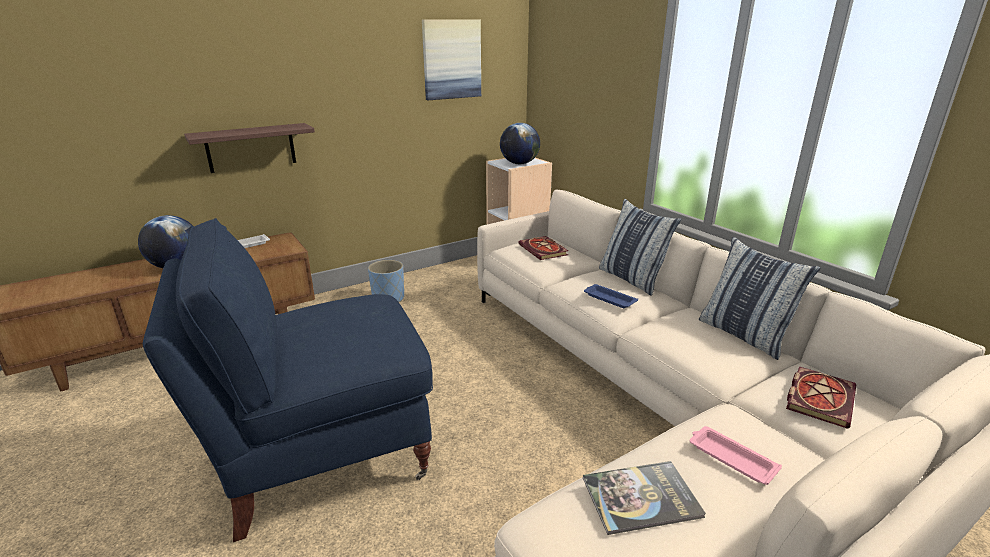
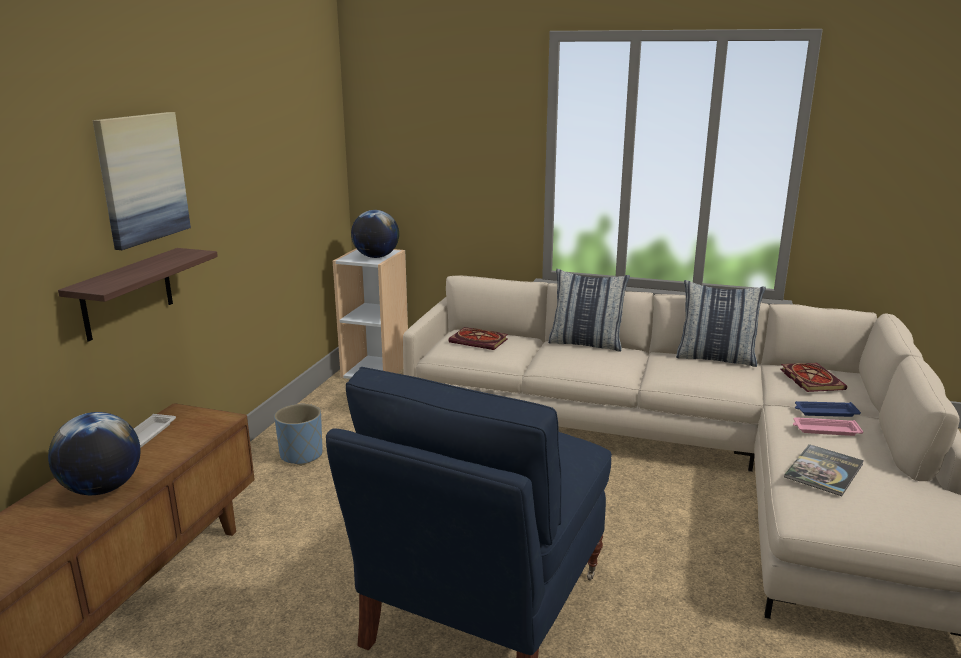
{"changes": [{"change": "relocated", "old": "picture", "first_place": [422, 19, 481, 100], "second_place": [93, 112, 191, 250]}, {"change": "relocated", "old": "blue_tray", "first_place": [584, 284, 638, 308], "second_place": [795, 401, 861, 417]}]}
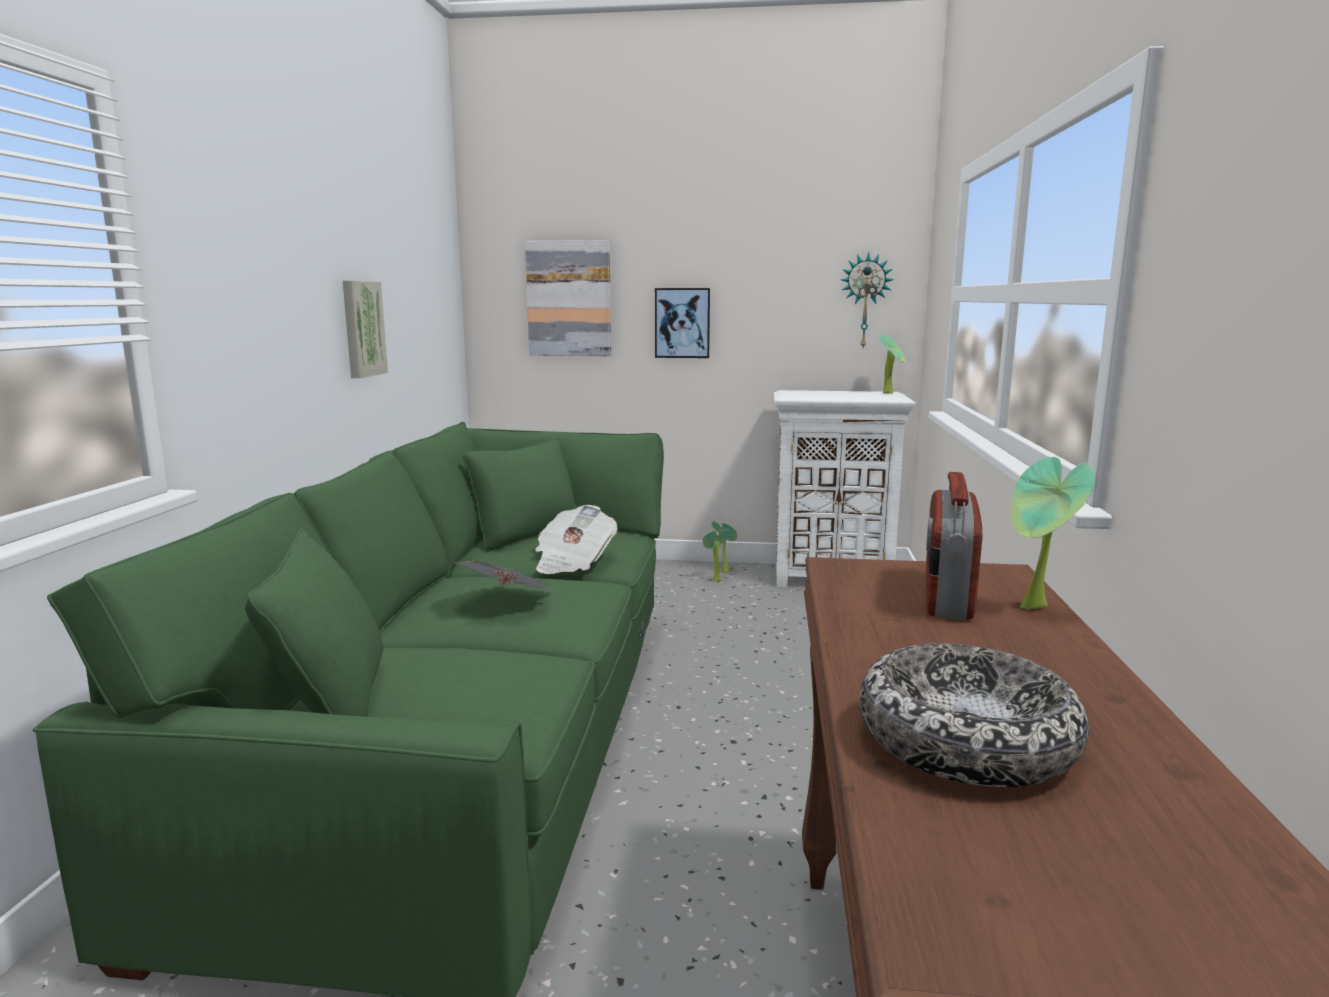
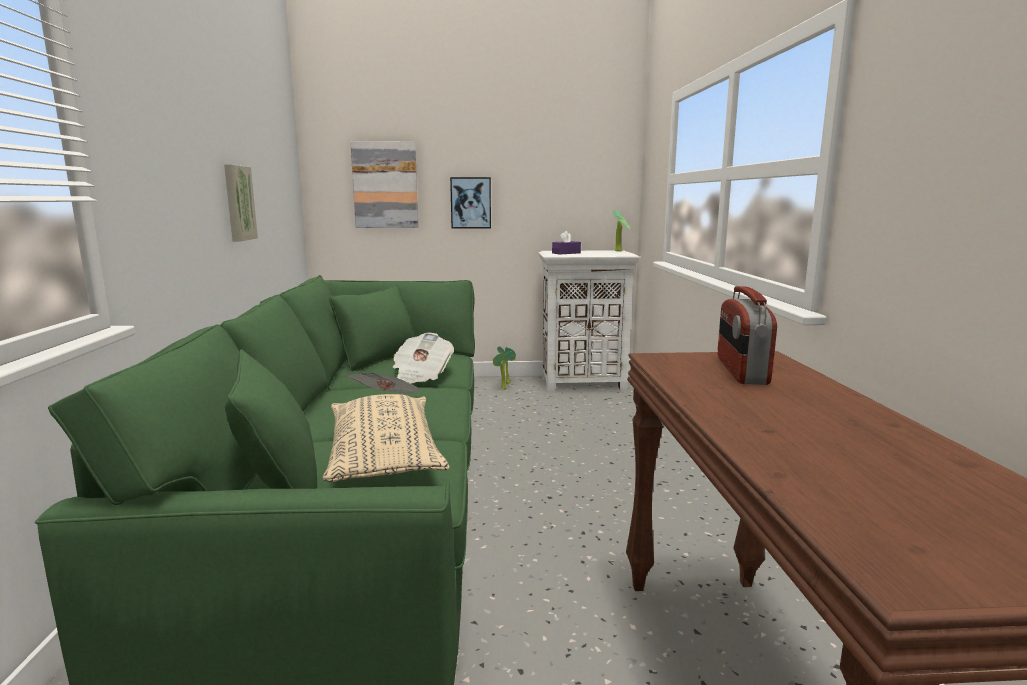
{"changes": [{"change": "missing", "old": "wall_clock", "first_place": [841, 252, 894, 348]}, {"change": "missing", "old": "bowl", "first_place": [859, 643, 1089, 787]}, {"change": "missing", "old": "potted_plant", "first_place": [1011, 457, 1095, 610]}, {"change": "appeared", "new": "beige_pillow", "second_place": [322, 394, 449, 482]}, {"change": "appeared", "new": "purple_tissue_box", "second_place": [552, 231, 581, 254]}]}
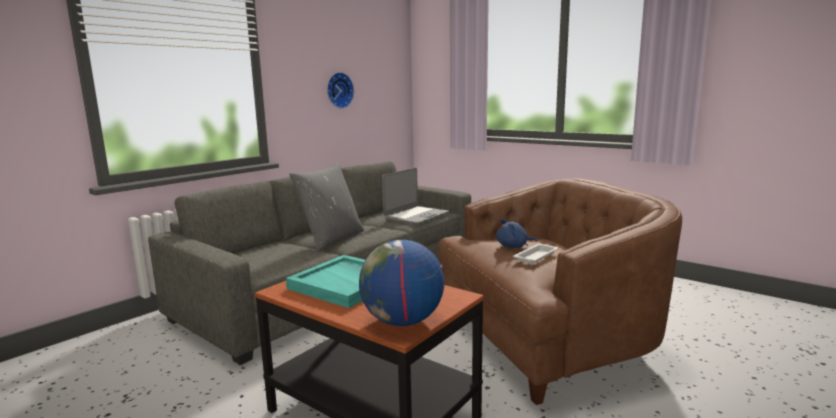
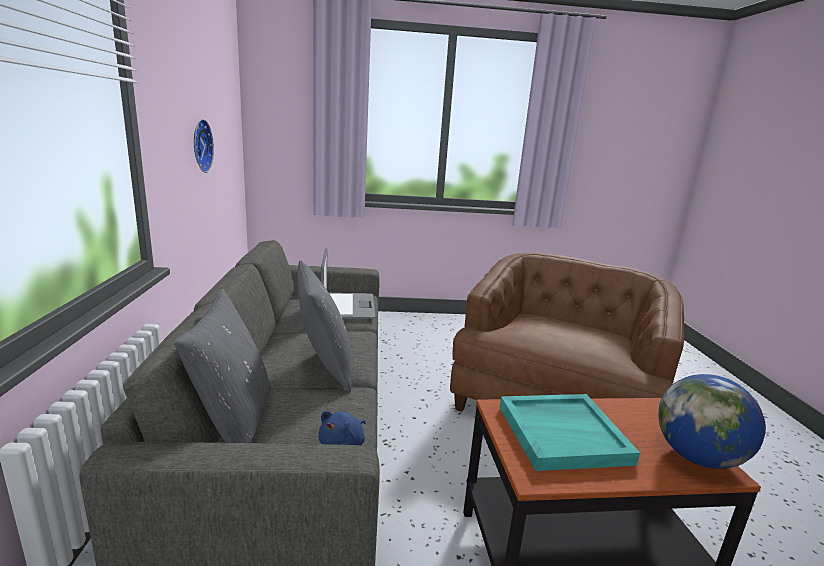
{"changes": [{"change": "relocated", "old": "blue_plush_toy", "first_place": [496, 218, 537, 248], "second_place": [318, 411, 365, 445]}, {"change": "missing", "old": "white_tray", "first_place": [513, 244, 558, 264]}, {"change": "appeared", "new": "grey_pillow", "second_place": [174, 289, 271, 443]}]}
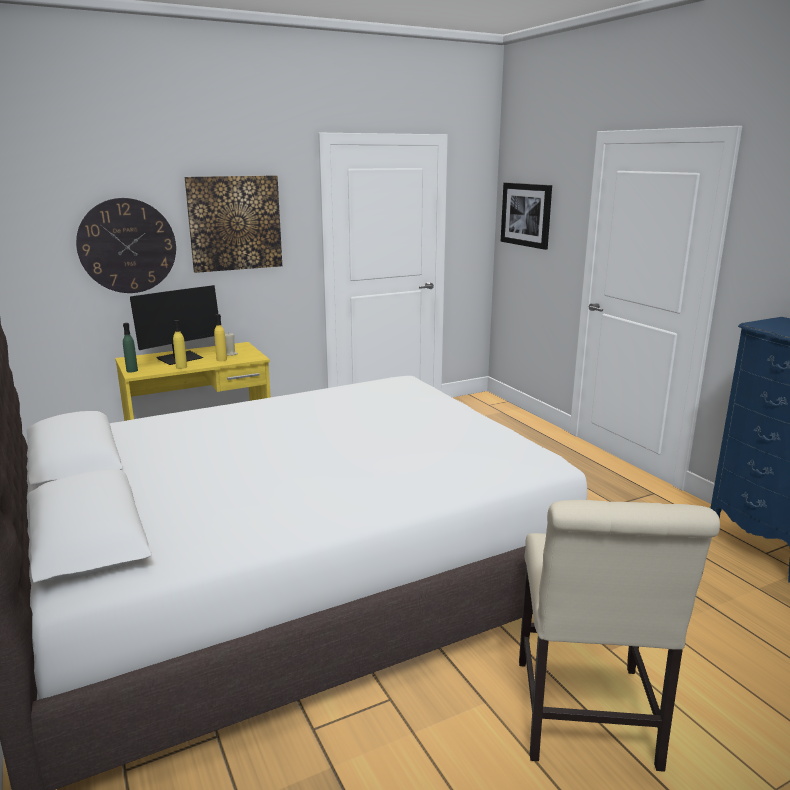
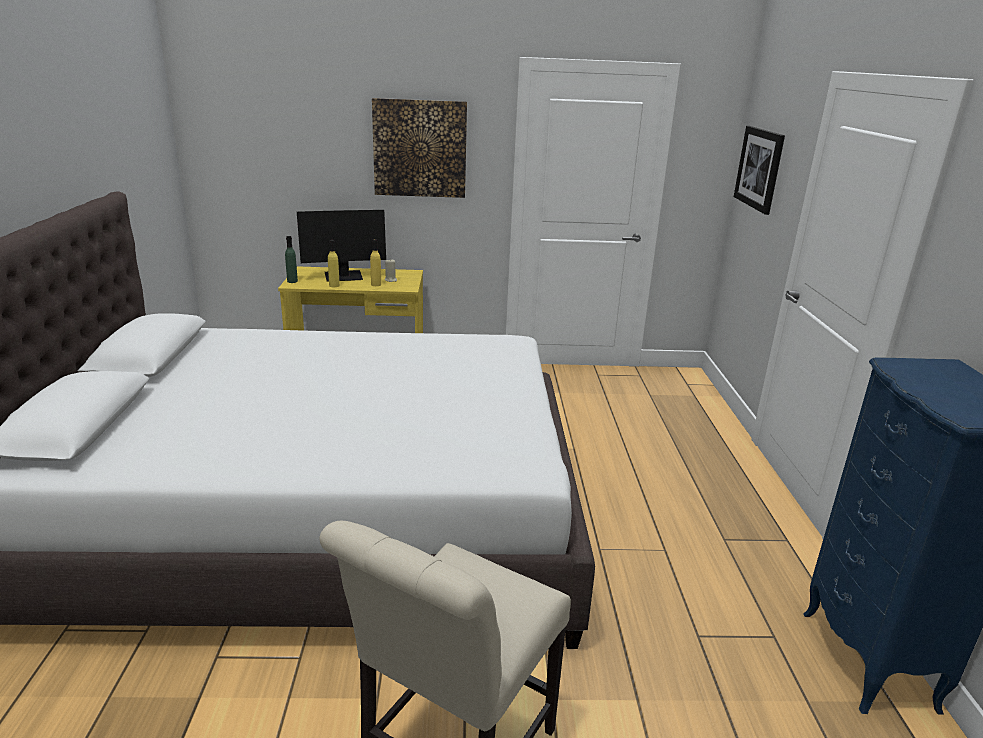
{"changes": [{"change": "missing", "old": "wall_clock", "first_place": [76, 198, 176, 293]}]}
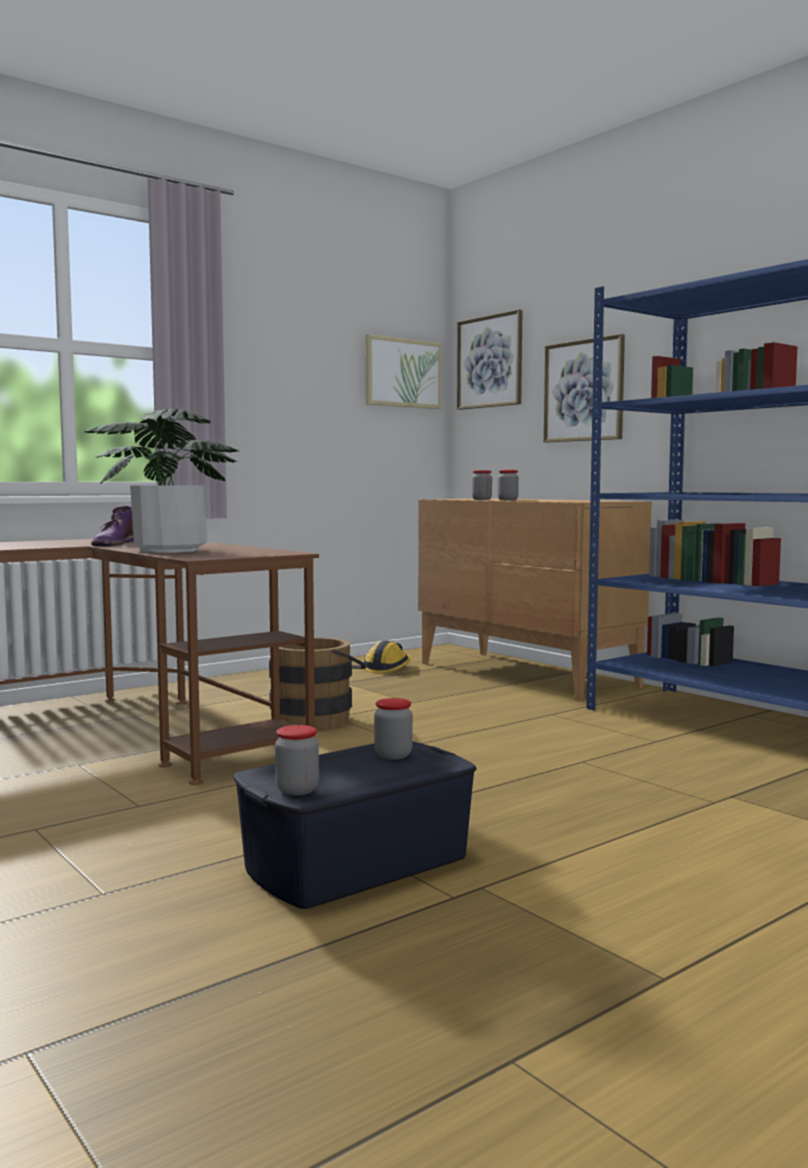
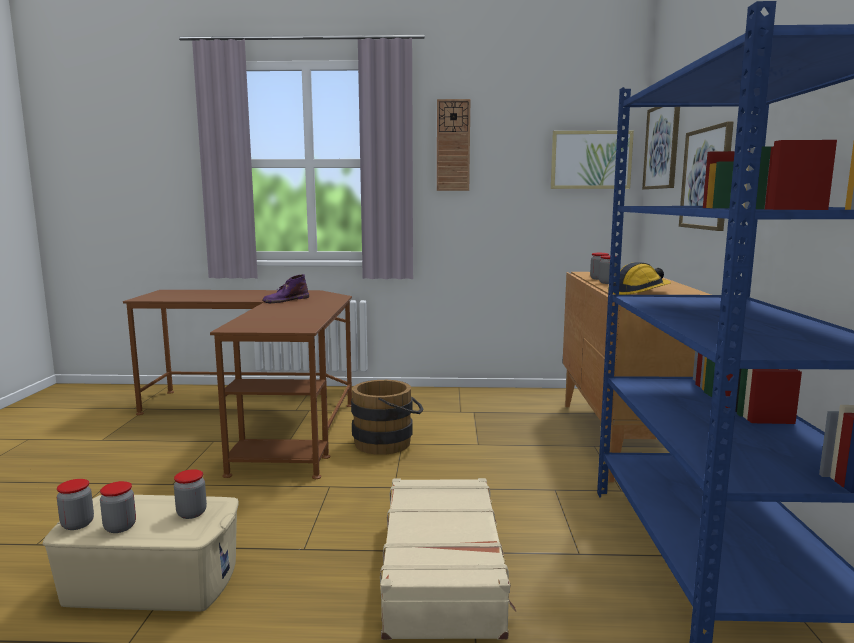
{"changes": [{"change": "missing", "old": "potted_plant", "first_place": [84, 409, 239, 553]}, {"change": "colour", "old": "blue_storage_box", "new": "beige_storage_box", "first_place": [234, 741, 476, 909], "second_place": [42, 495, 239, 611]}, {"change": "relocated", "old": "hard_hat", "first_place": [362, 640, 411, 673], "second_place": [608, 262, 671, 295]}, {"change": "appeared", "new": "jar", "second_place": [100, 481, 136, 533]}, {"change": "appeared", "new": "beige_suitcase", "second_place": [380, 478, 516, 640]}, {"change": "appeared", "new": "wall_clock", "second_place": [437, 99, 470, 191]}]}
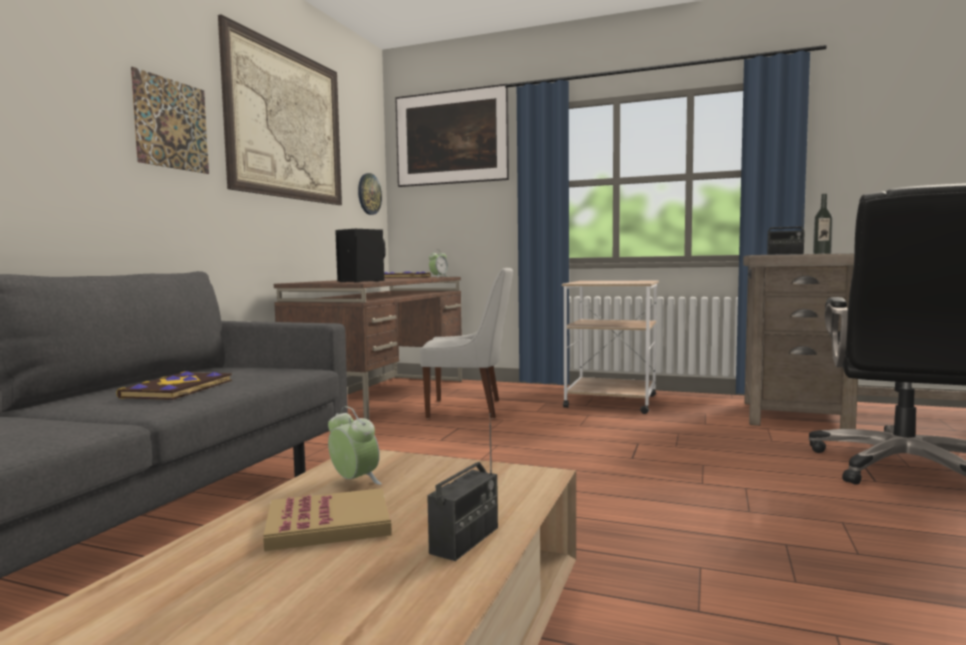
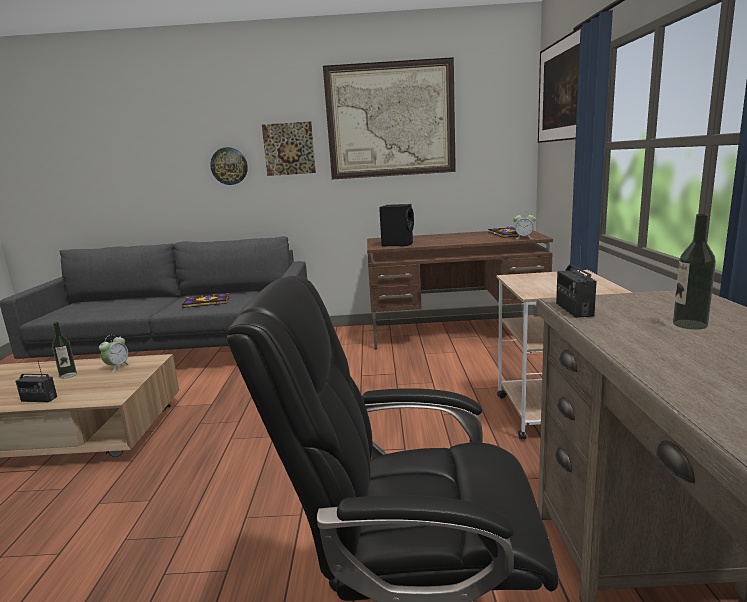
{"changes": [{"change": "exchanged", "old": "book", "new": "bottle", "first_place": [263, 488, 392, 551], "second_place": [52, 322, 77, 379]}, {"change": "relocated", "old": "wall_clock", "first_place": [358, 173, 382, 215], "second_place": [210, 147, 248, 185]}, {"change": "missing", "old": "white_chair", "first_place": [420, 268, 513, 418]}]}
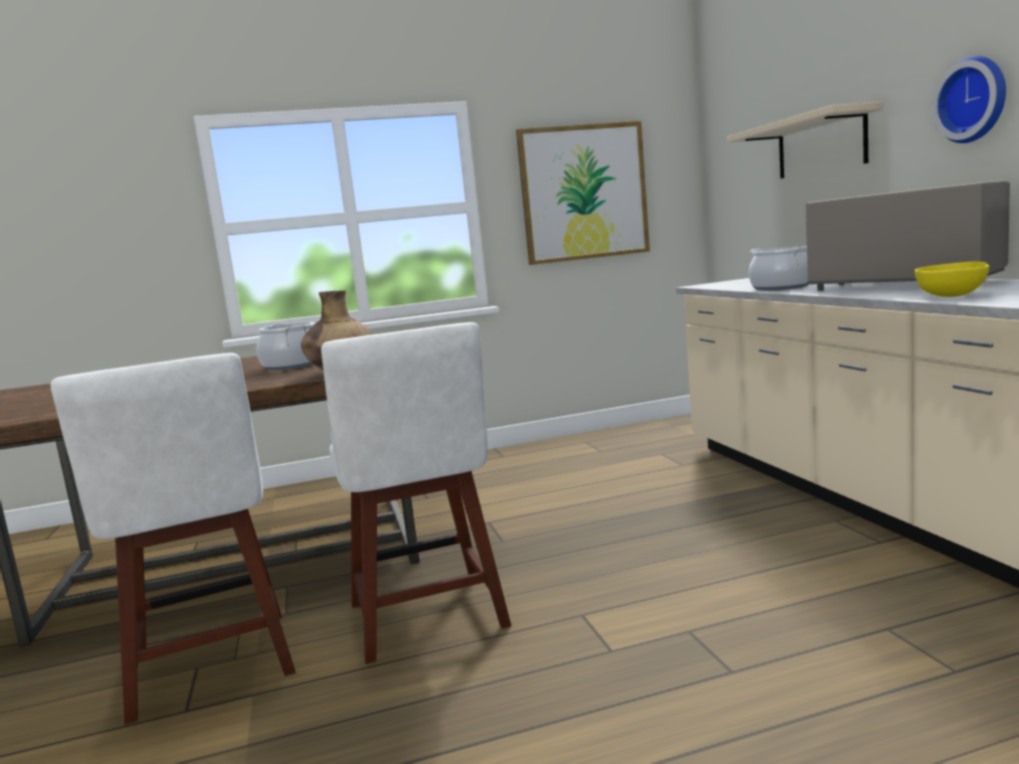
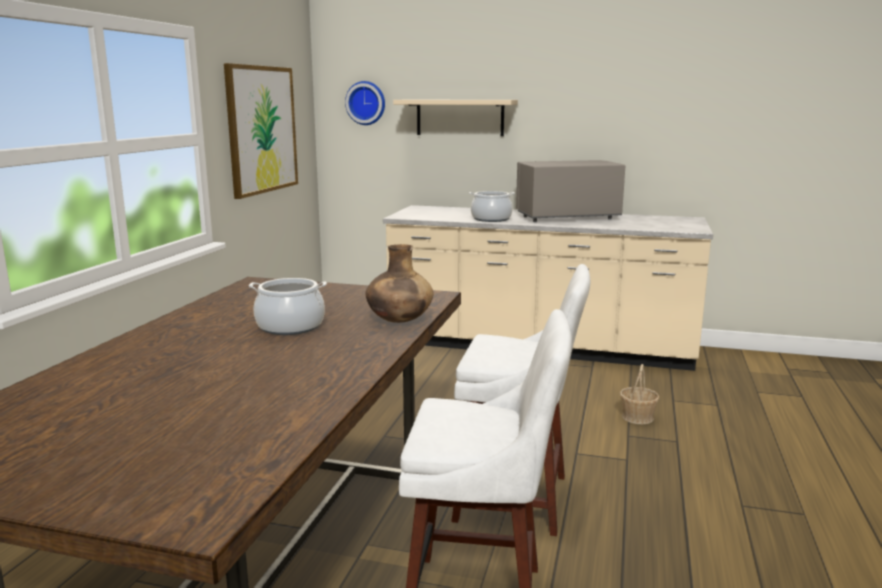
{"changes": [{"change": "missing", "old": "yellow_bowl", "first_place": [915, 262, 989, 297]}, {"change": "relocated", "old": "wall_clock", "first_place": [932, 56, 1006, 143], "second_place": [345, 81, 385, 125]}, {"change": "appeared", "new": "basket", "second_place": [620, 364, 660, 424]}]}
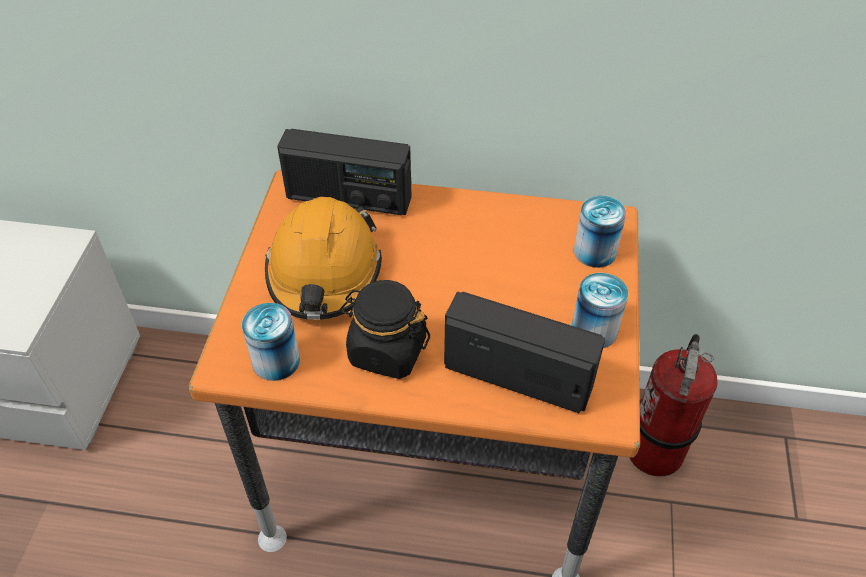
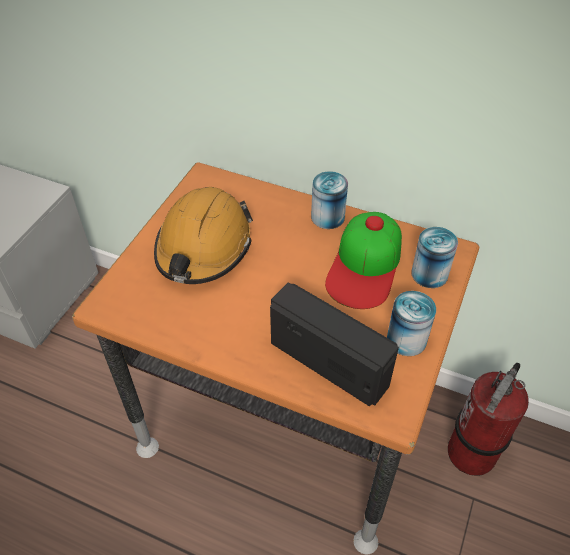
{"changes": [{"change": "relocated", "old": "can", "first_place": [242, 303, 300, 381], "second_place": [311, 171, 348, 229]}, {"change": "missing", "old": "radio", "first_place": [277, 129, 412, 215]}, {"change": "missing", "old": "black_jar", "first_place": [339, 280, 430, 379]}, {"change": "appeared", "new": "cap", "second_place": [325, 212, 402, 309]}]}
